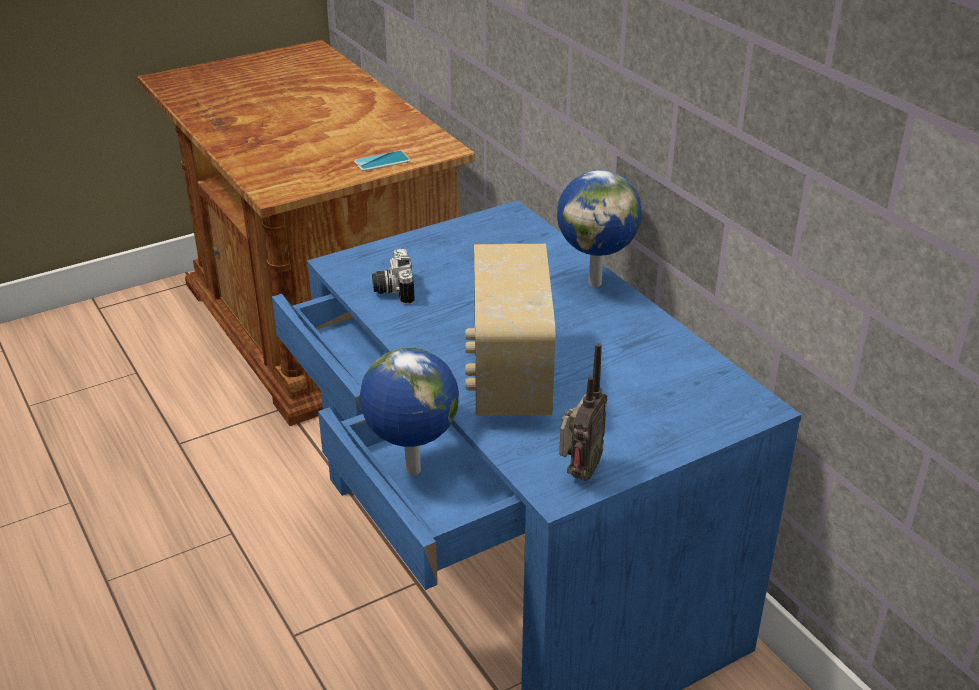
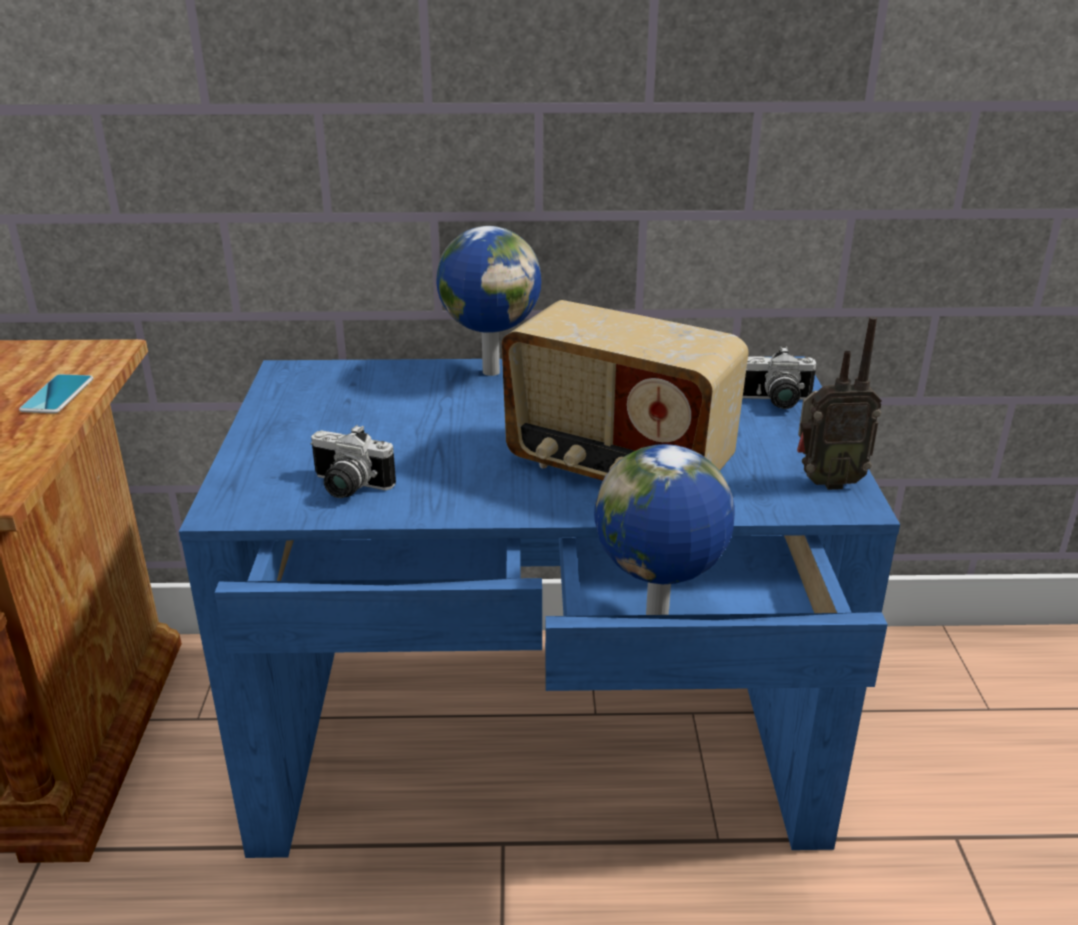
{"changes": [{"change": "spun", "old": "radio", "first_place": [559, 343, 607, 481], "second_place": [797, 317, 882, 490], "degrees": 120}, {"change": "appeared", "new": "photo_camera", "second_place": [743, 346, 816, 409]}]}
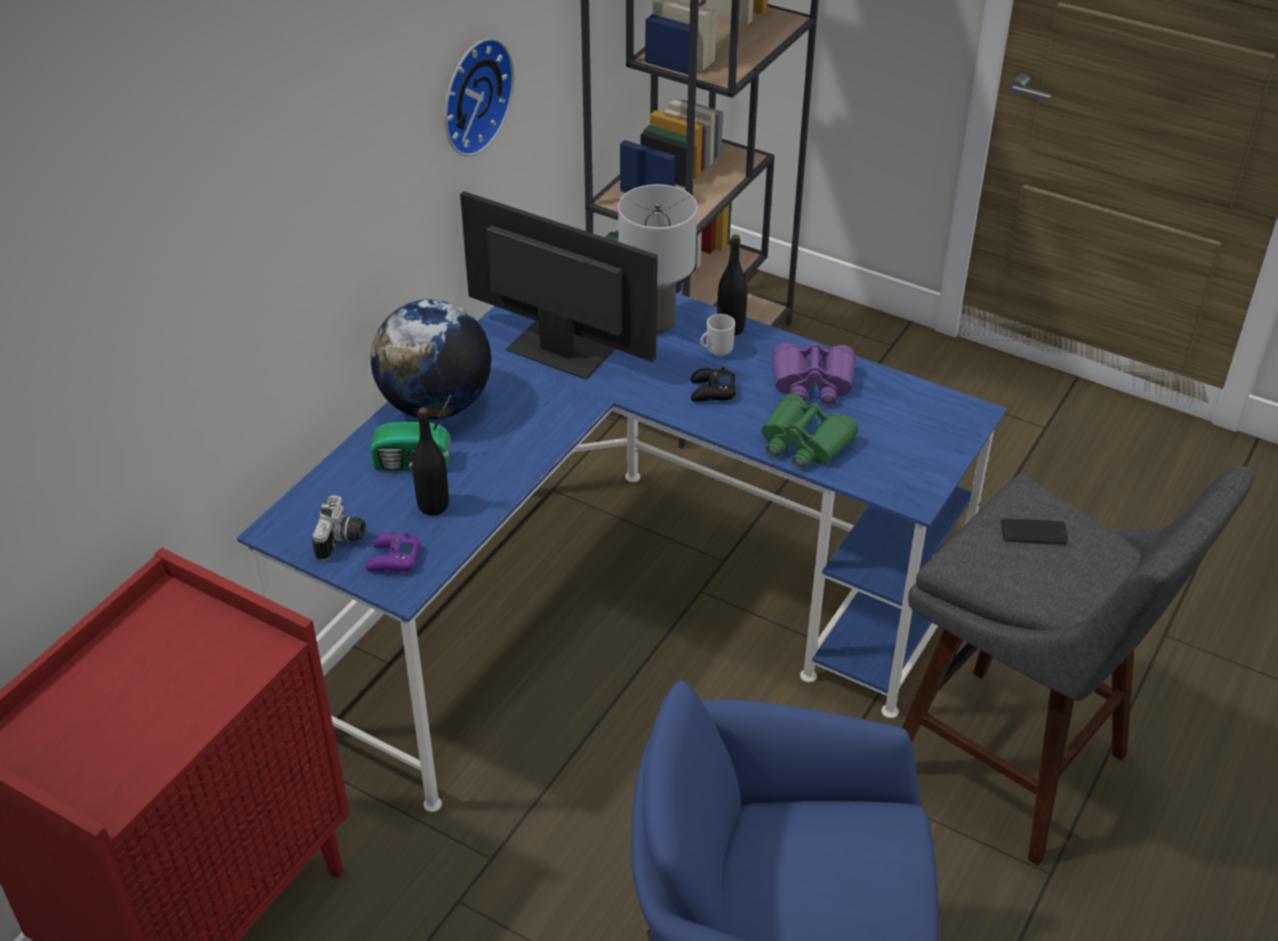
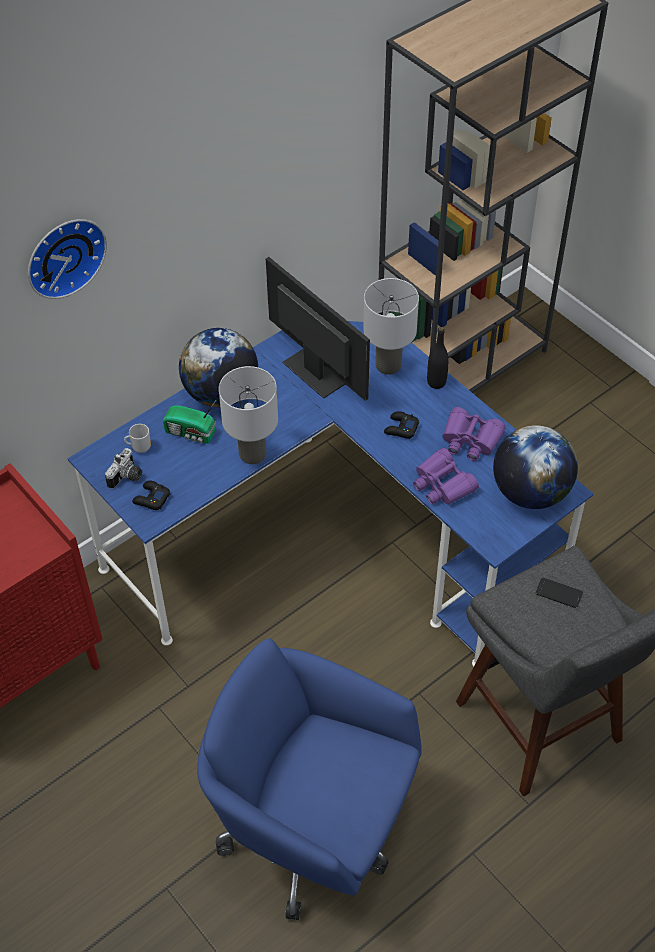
{"changes": [{"change": "colour", "old": "purple_game_controller", "new": "black_game_controller", "first_place": [365, 532, 421, 572], "second_place": [132, 481, 171, 510]}, {"change": "missing", "old": "black_bottle", "first_place": [412, 408, 449, 515]}, {"change": "relocated", "old": "wall_clock", "first_place": [444, 38, 515, 157], "second_place": [28, 219, 107, 299]}, {"change": "relocated", "old": "mug", "first_place": [700, 314, 735, 357], "second_place": [124, 424, 151, 453]}, {"change": "colour", "old": "green_binoculars", "new": "purple_binoculars", "first_place": [761, 394, 859, 469], "second_place": [413, 448, 479, 505]}, {"change": "appeared", "new": "white_table_lamp", "second_place": [219, 366, 278, 464]}, {"change": "appeared", "new": "globe", "second_place": [493, 425, 578, 509]}]}
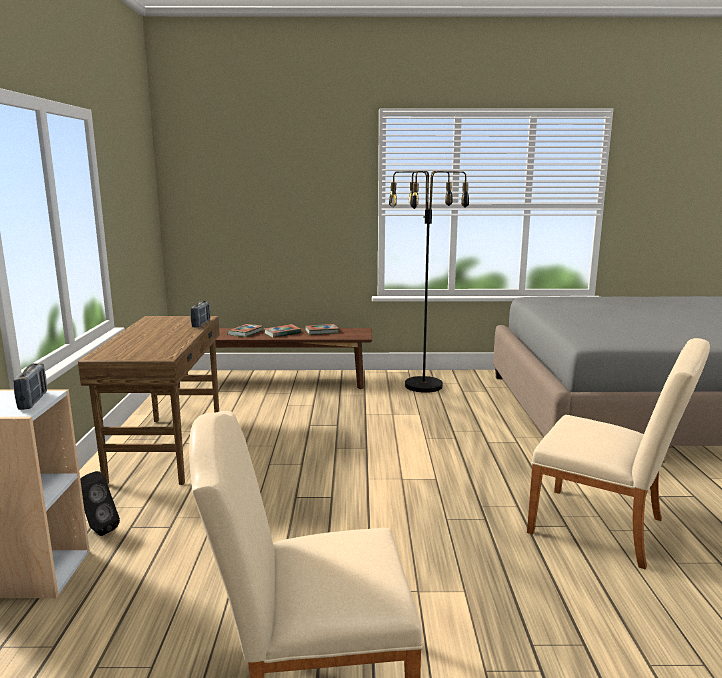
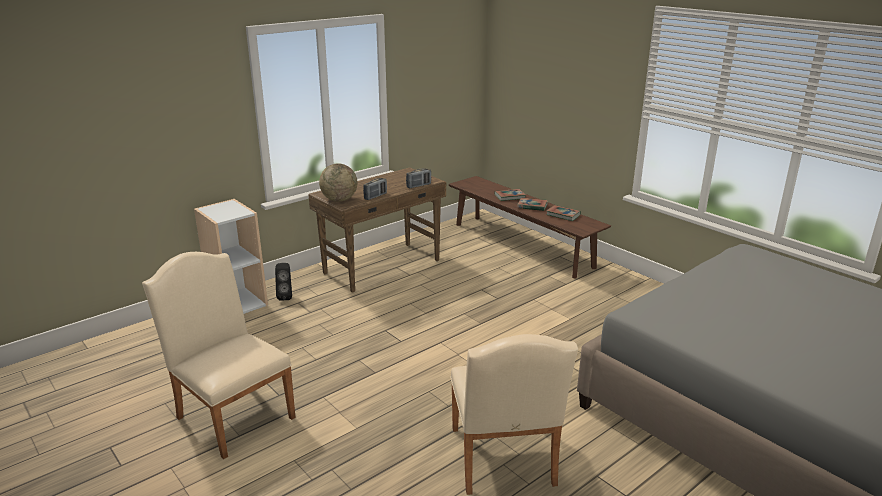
{"changes": [{"change": "relocated", "old": "radio", "first_place": [13, 363, 47, 410], "second_place": [363, 178, 387, 200]}, {"change": "missing", "old": "floor_lamp", "first_place": [389, 171, 469, 393]}, {"change": "appeared", "new": "globe", "second_place": [319, 163, 357, 202]}]}
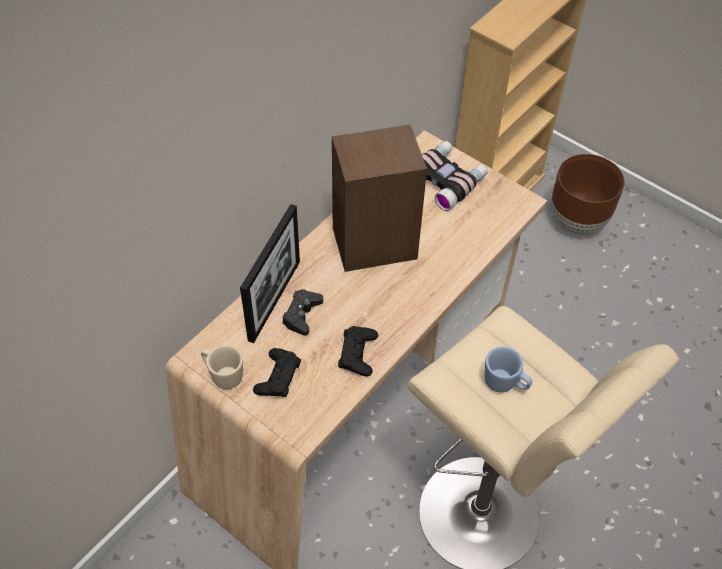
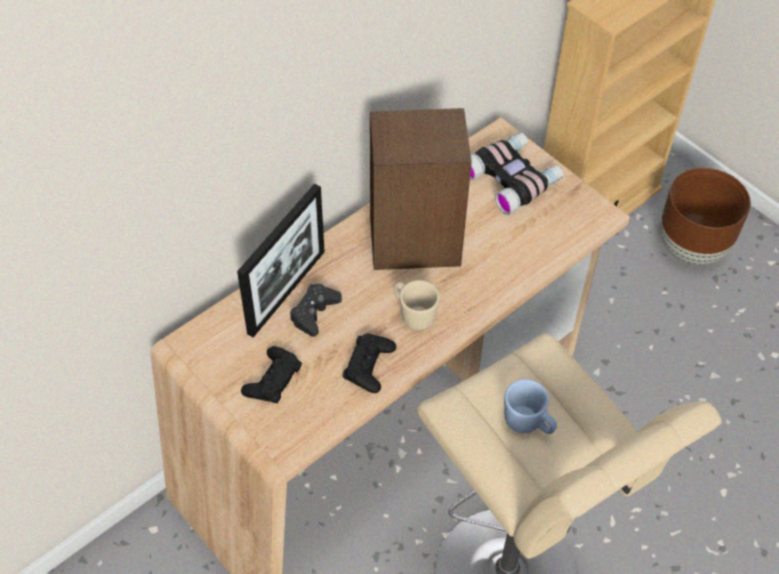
{"changes": [{"change": "relocated", "old": "beige_mug", "first_place": [201, 345, 243, 389], "second_place": [393, 280, 440, 330]}]}
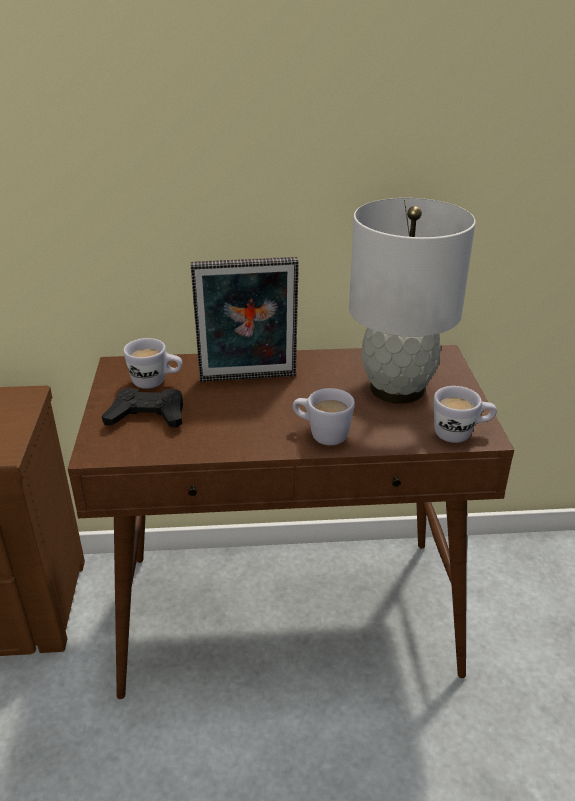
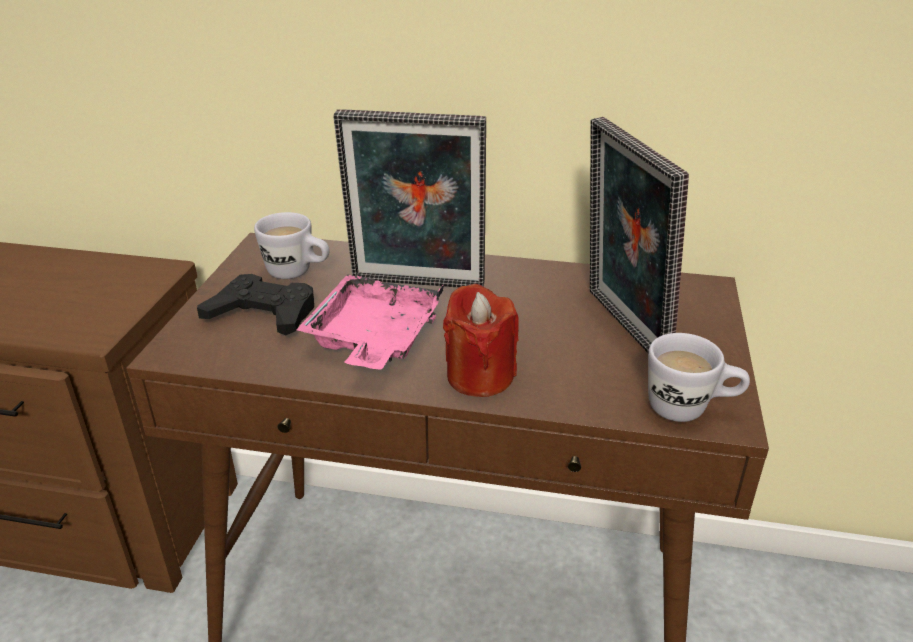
{"changes": [{"change": "exchanged", "old": "white_mug", "new": "red_candle", "first_place": [293, 388, 355, 445], "second_place": [443, 284, 519, 397]}, {"change": "exchanged", "old": "white_table_lamp", "new": "picture_frame", "first_place": [349, 198, 476, 404], "second_place": [590, 117, 689, 353]}, {"change": "appeared", "new": "pink_tray", "second_place": [296, 274, 445, 370]}]}
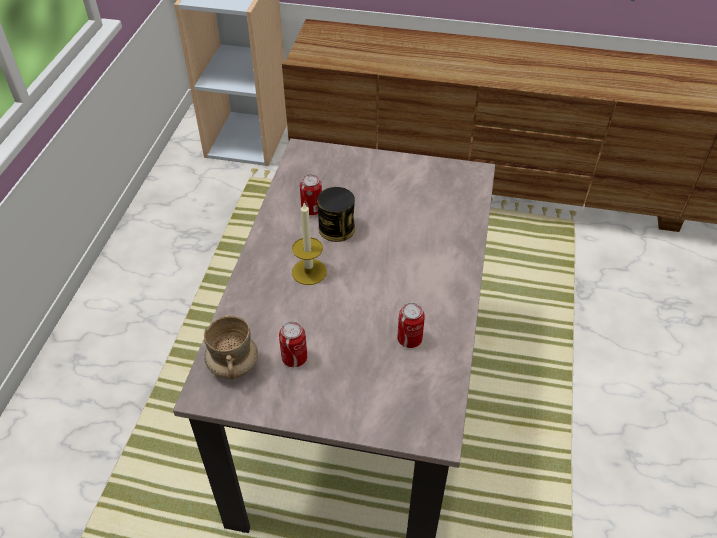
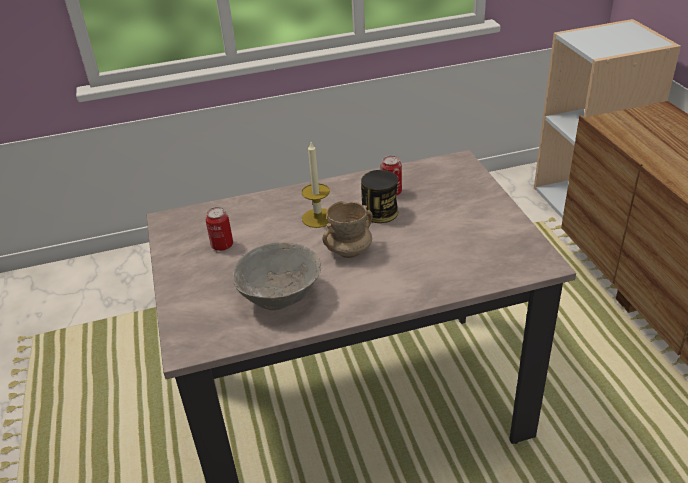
{"changes": [{"change": "relocated", "old": "beige_mug", "first_place": [204, 314, 258, 379], "second_place": [322, 201, 372, 258]}, {"change": "exchanged", "old": "can", "new": "grey_bowl", "first_place": [397, 303, 425, 348], "second_place": [232, 242, 321, 310]}]}
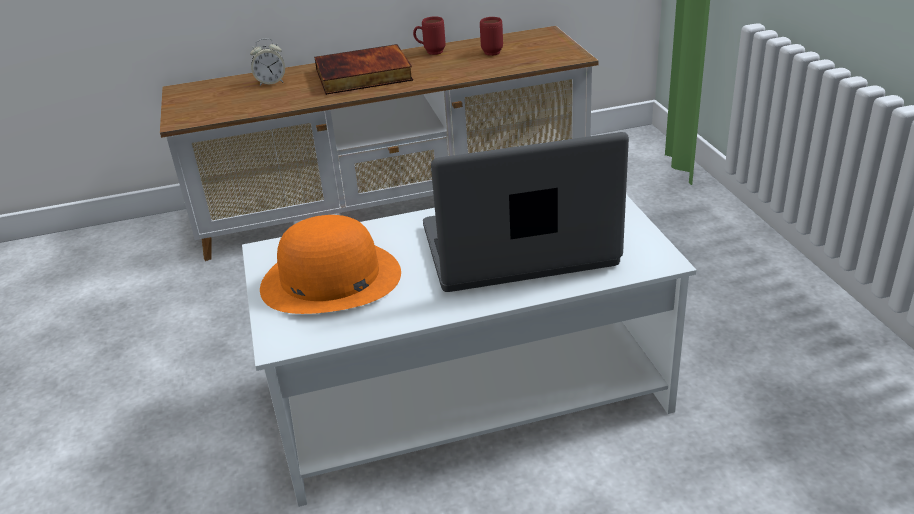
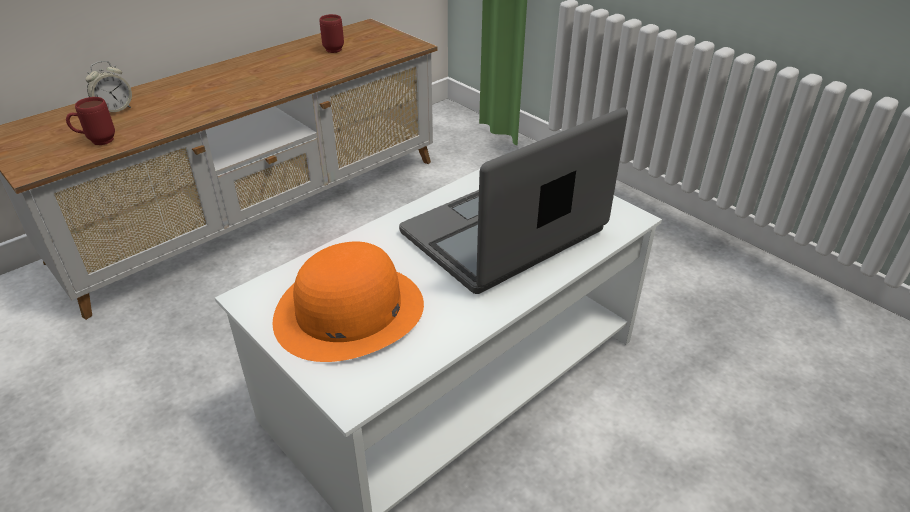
{"changes": [{"change": "missing", "old": "book", "first_place": [314, 44, 413, 95]}, {"change": "relocated", "old": "red_mug", "first_place": [413, 16, 446, 55], "second_place": [66, 97, 115, 145]}]}
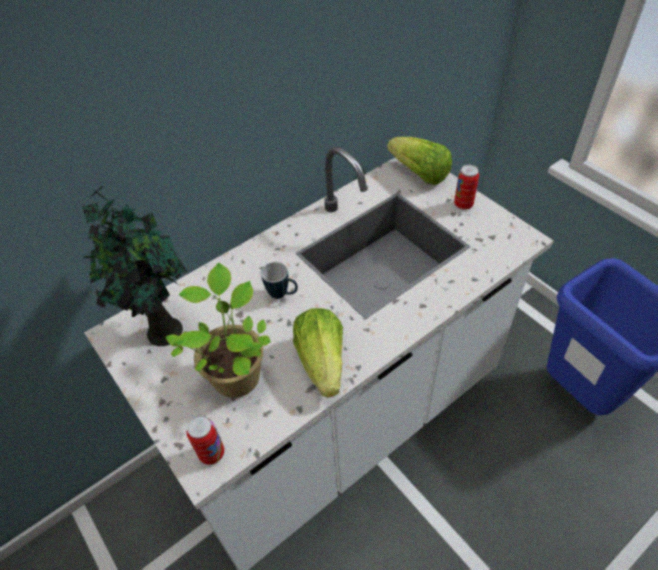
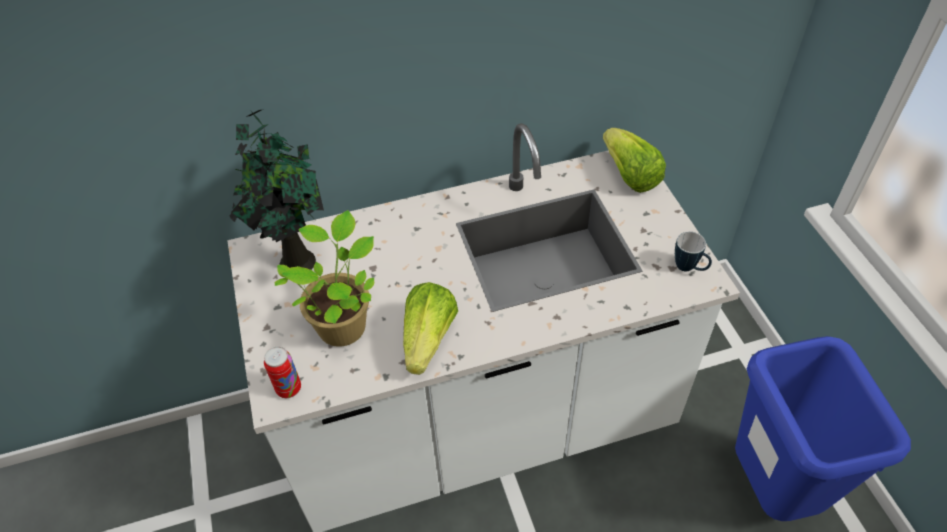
{"changes": [{"change": "relocated", "old": "mug", "first_place": [261, 262, 298, 299], "second_place": [675, 232, 712, 271]}, {"change": "missing", "old": "can", "first_place": [454, 165, 479, 210]}]}
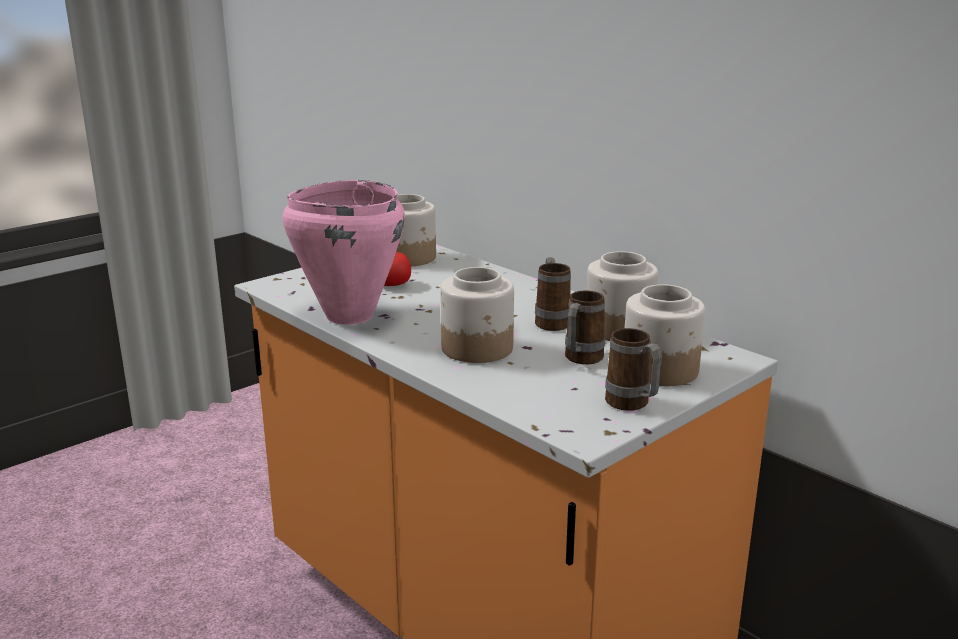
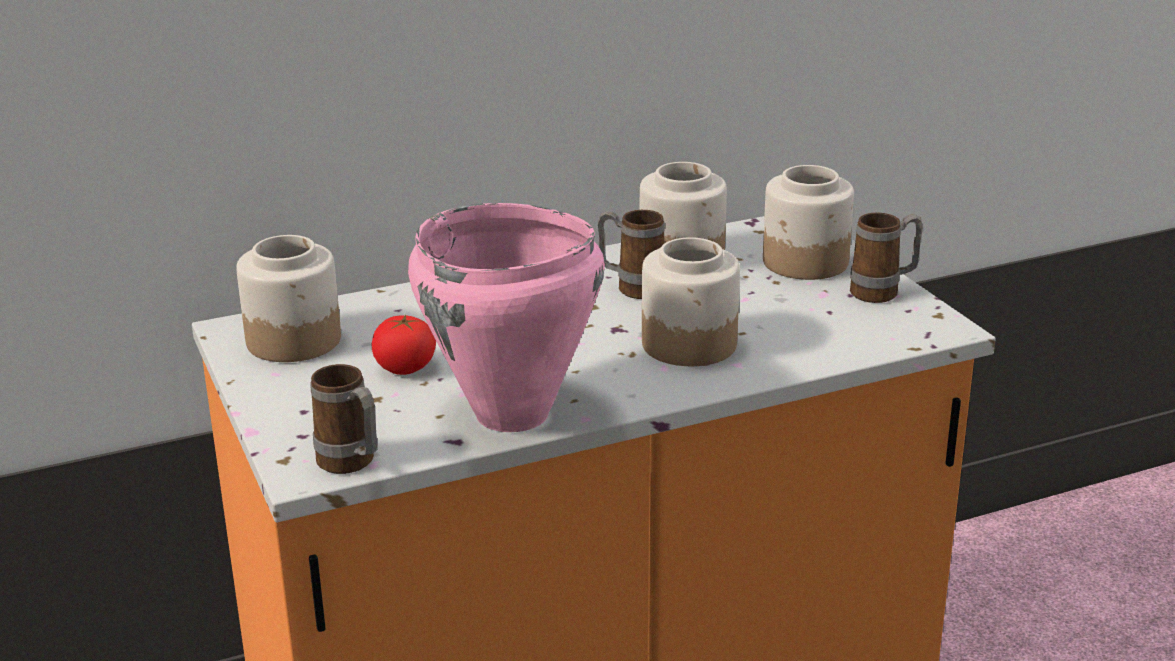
{"changes": [{"change": "relocated", "old": "mug", "first_place": [565, 291, 605, 364], "second_place": [310, 364, 377, 474]}]}
